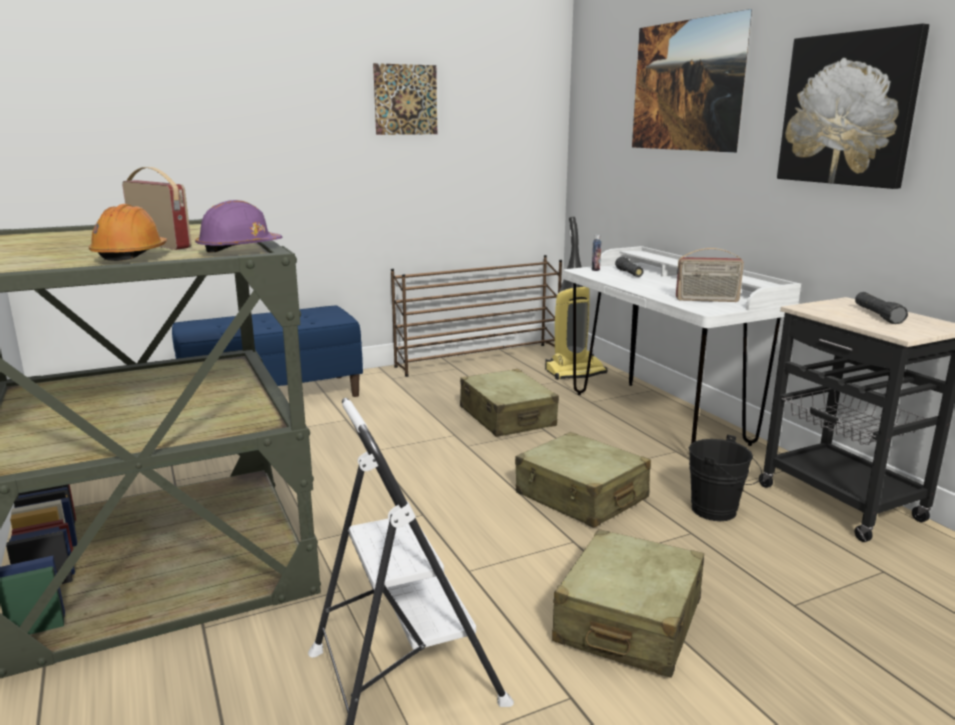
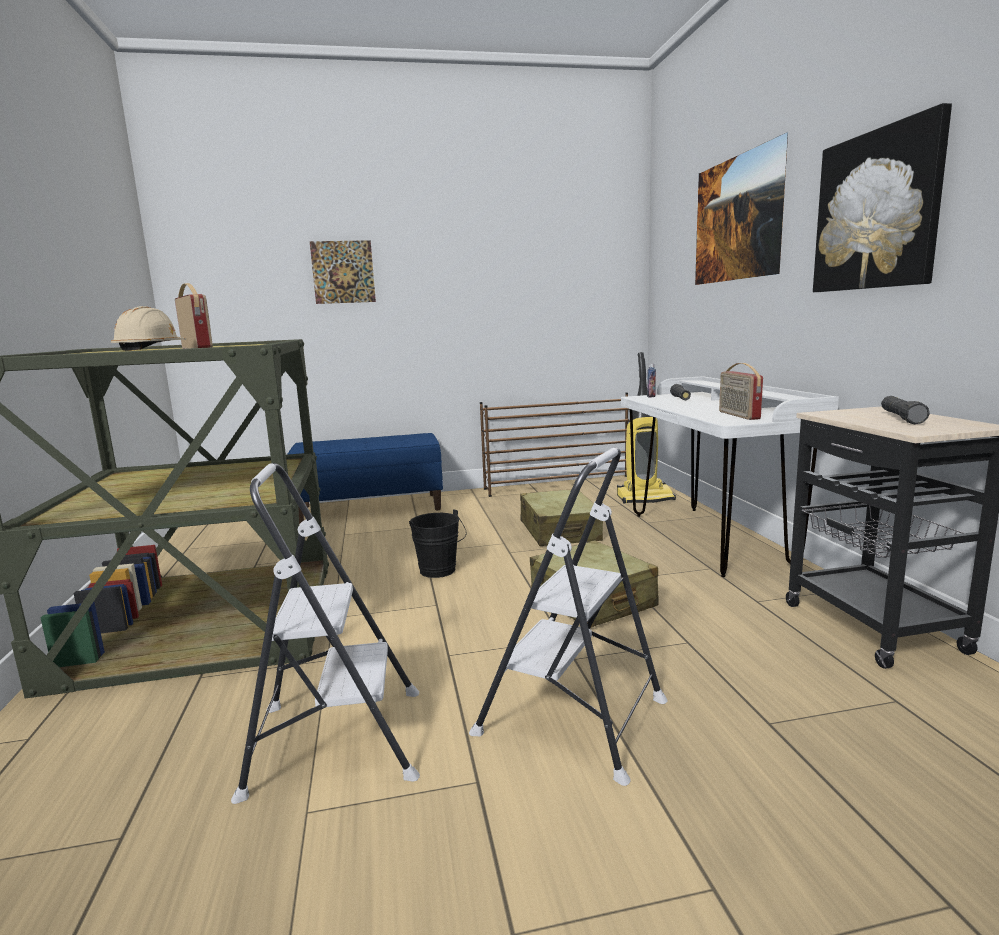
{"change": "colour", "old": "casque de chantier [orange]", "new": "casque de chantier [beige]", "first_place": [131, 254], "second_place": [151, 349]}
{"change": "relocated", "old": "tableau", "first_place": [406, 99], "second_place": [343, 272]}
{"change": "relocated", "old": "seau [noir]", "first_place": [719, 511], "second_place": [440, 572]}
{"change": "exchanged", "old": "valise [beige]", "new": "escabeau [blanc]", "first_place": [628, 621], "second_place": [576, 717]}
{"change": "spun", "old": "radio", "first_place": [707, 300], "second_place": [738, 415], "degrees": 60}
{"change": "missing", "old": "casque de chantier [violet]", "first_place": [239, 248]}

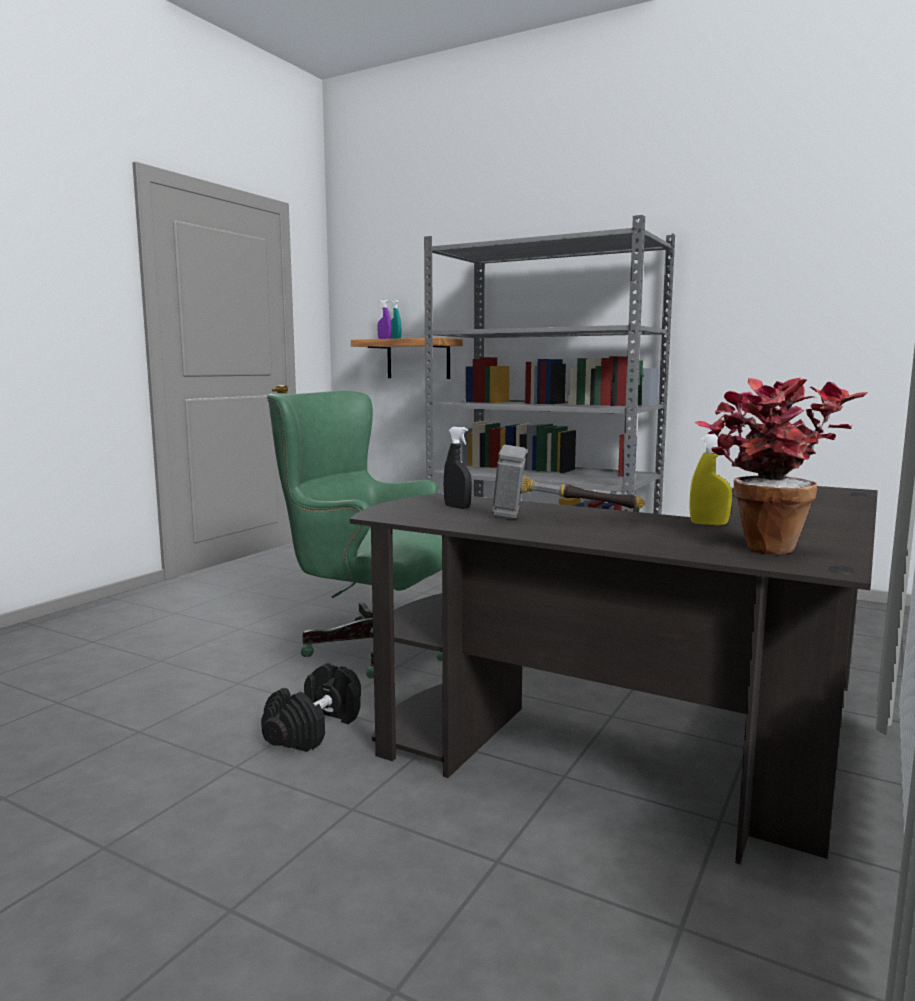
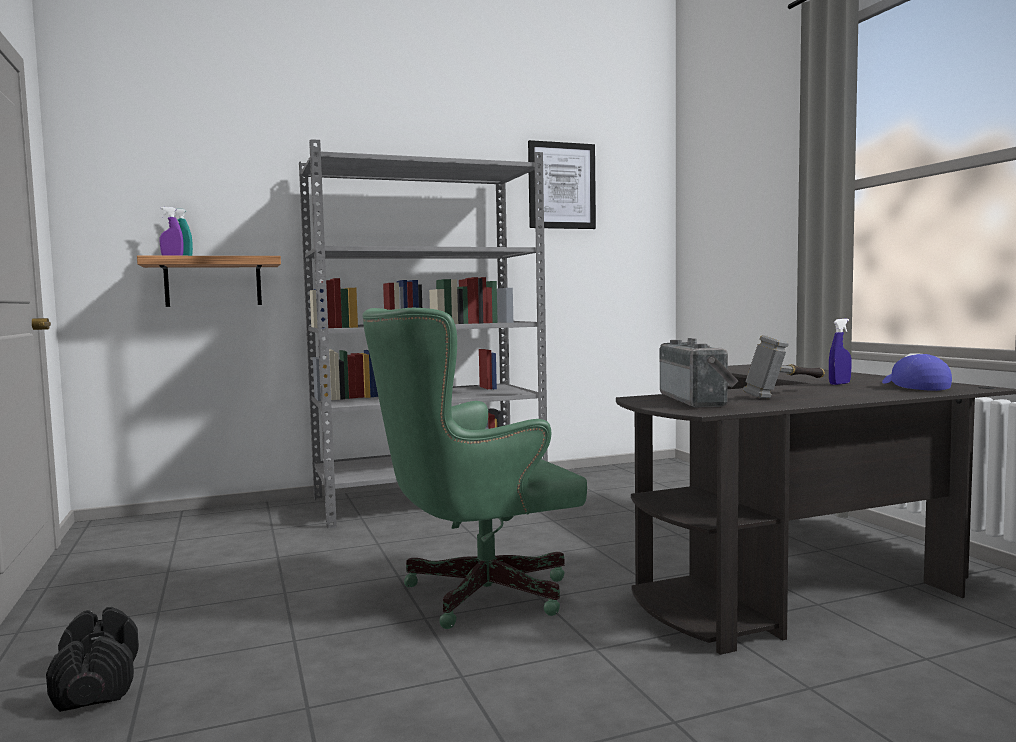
{"change": "relocated", "old": "haltère [noir]", "first_place": [314, 729], "second_place": [97, 684]}
{"change": "appeared", "new": "tableau", "second_place": [561, 186]}
{"change": "exchanged", "old": "vaporisateur [noir]", "new": "radio", "first_place": [457, 507], "second_place": [697, 400]}
{"change": "colour", "old": "vaporisateur [jaune]", "new": "vaporisateur [bleu]", "first_place": [709, 524], "second_place": [839, 384]}
{"change": "exchanged", "old": "plante en pot", "new": "casquette", "first_place": [762, 545], "second_place": [914, 386]}

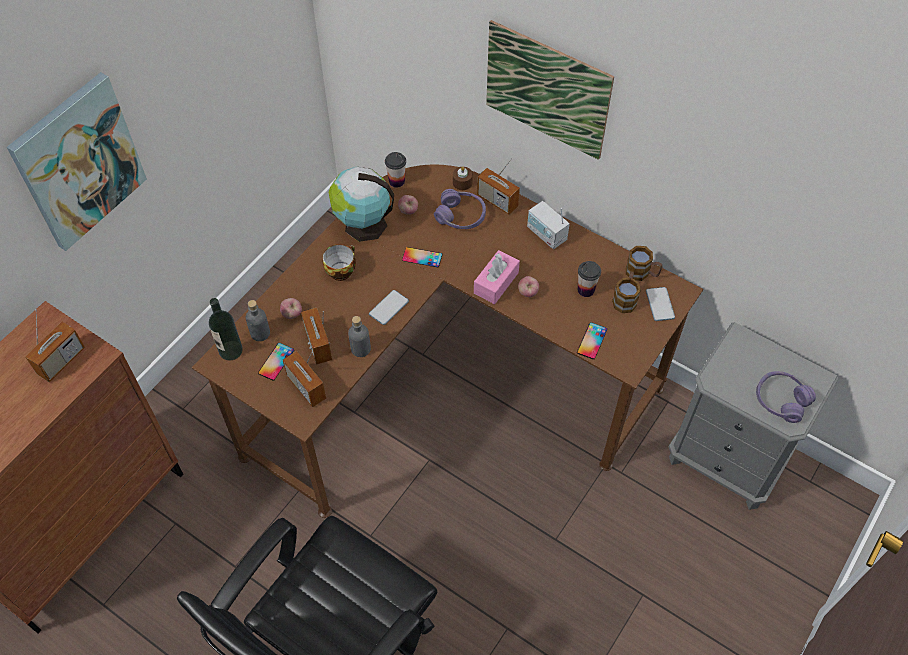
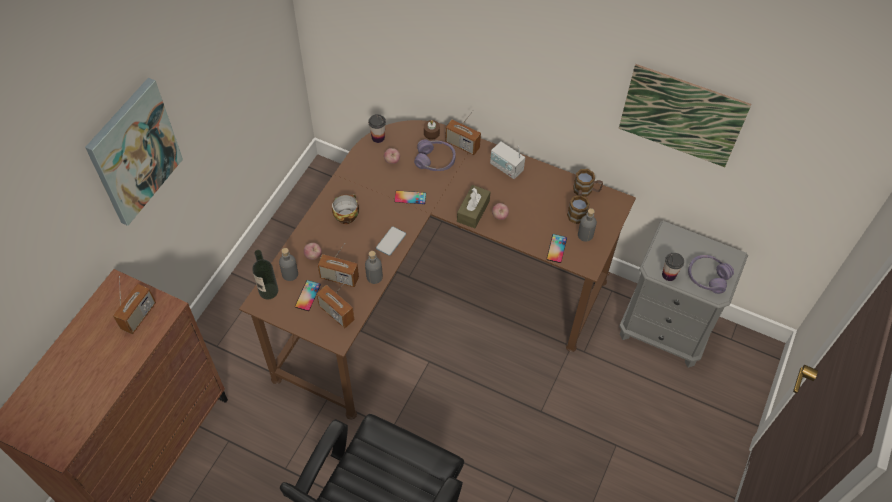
{"change": "spun", "old": "radio", "first_place": [318, 344], "second_place": [339, 278], "degrees": -45}
{"change": "colour", "old": "boîte à mouchoirs [rose]", "new": "boîte à mouchoirs [marron]", "first_place": [496, 283], "second_place": [473, 211]}
{"change": "appeared", "new": "bouteille [gris]", "second_place": [585, 235]}
{"change": "relocated", "old": "tableau", "first_place": [547, 90], "second_place": [681, 116]}
{"change": "relocated", "old": "tasse", "first_place": [586, 290], "second_place": [668, 275]}
{"change": "missing", "old": "globe", "first_place": [363, 225]}
{"change": "missing", "old": "téléphone", "first_place": [660, 304]}

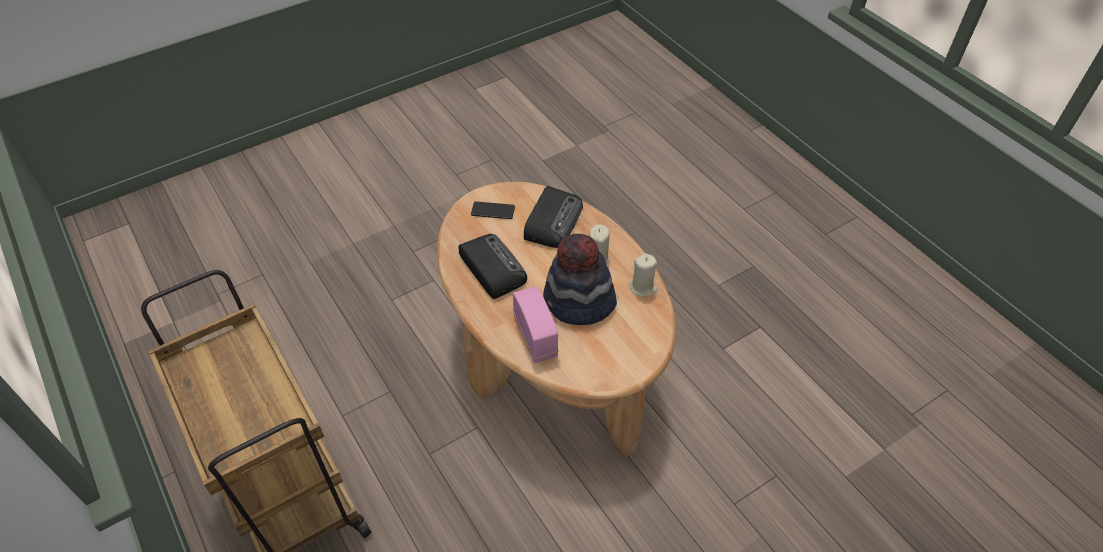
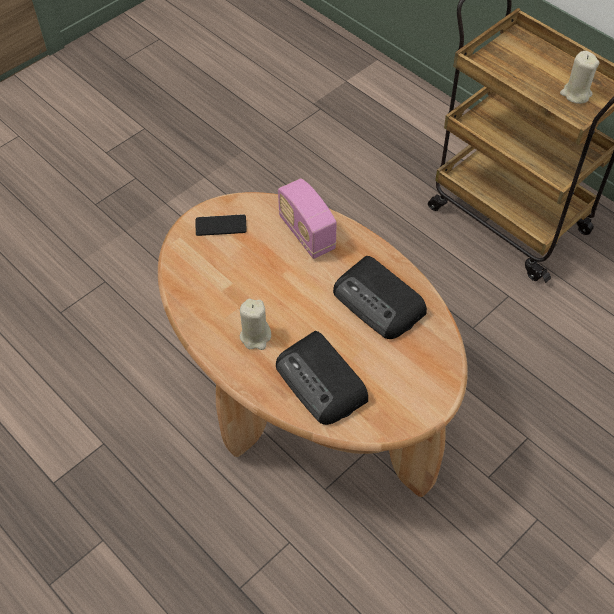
{"change": "relocated", "old": "téléphone", "first_place": [493, 211], "second_place": [221, 226]}
{"change": "spun", "old": "radio", "first_place": [553, 220], "second_place": [322, 383], "degrees": -45}
{"change": "relocated", "old": "bougie [beige]", "first_place": [643, 287], "second_place": [575, 94]}
{"change": "missing", "old": "chapeau", "first_place": [579, 302]}

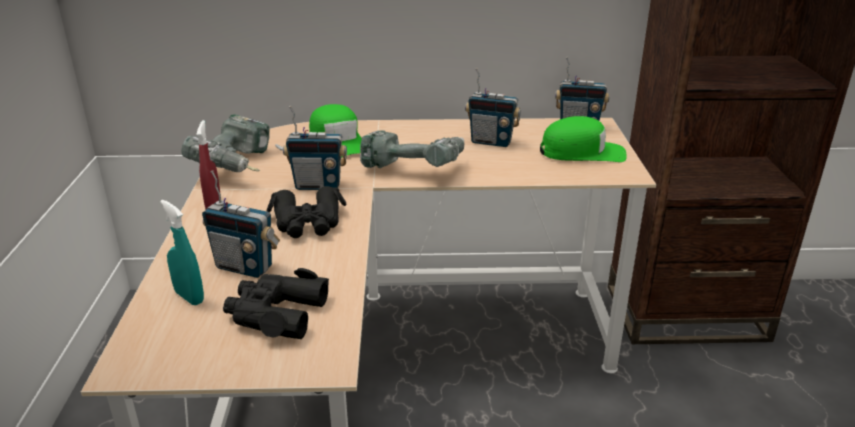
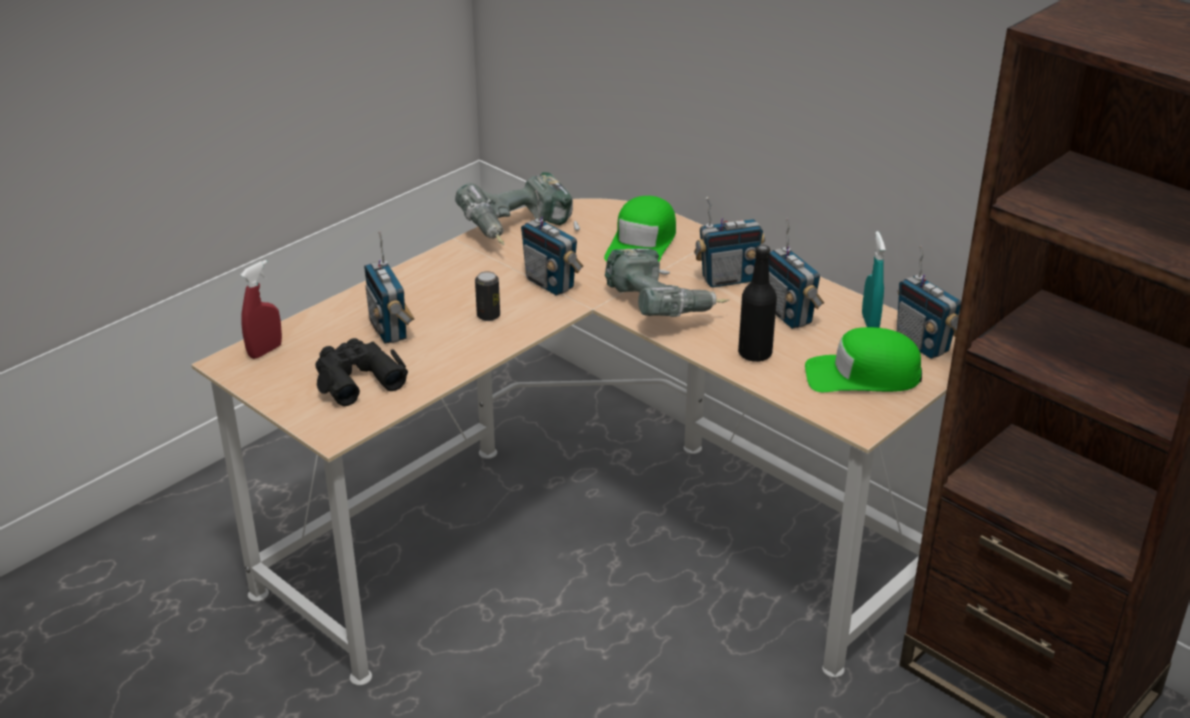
{"change": "relocated", "old": "vaporisateur [rouge]", "first_place": [213, 204], "second_place": [265, 351]}
{"change": "exchanged", "old": "jumelles [noir]", "new": "boîte métallique", "first_place": [308, 222], "second_place": [488, 315]}
{"change": "appeared", "new": "radio", "second_place": [727, 279]}
{"change": "appeared", "new": "bouteille [noir]", "second_place": [755, 354]}
{"change": "spun", "old": "casquette [vert]", "first_place": [582, 152], "second_place": [862, 375], "degrees": 135}
{"change": "relocated", "old": "vaporisateur [turquoise]", "first_place": [189, 297], "second_place": [870, 322]}

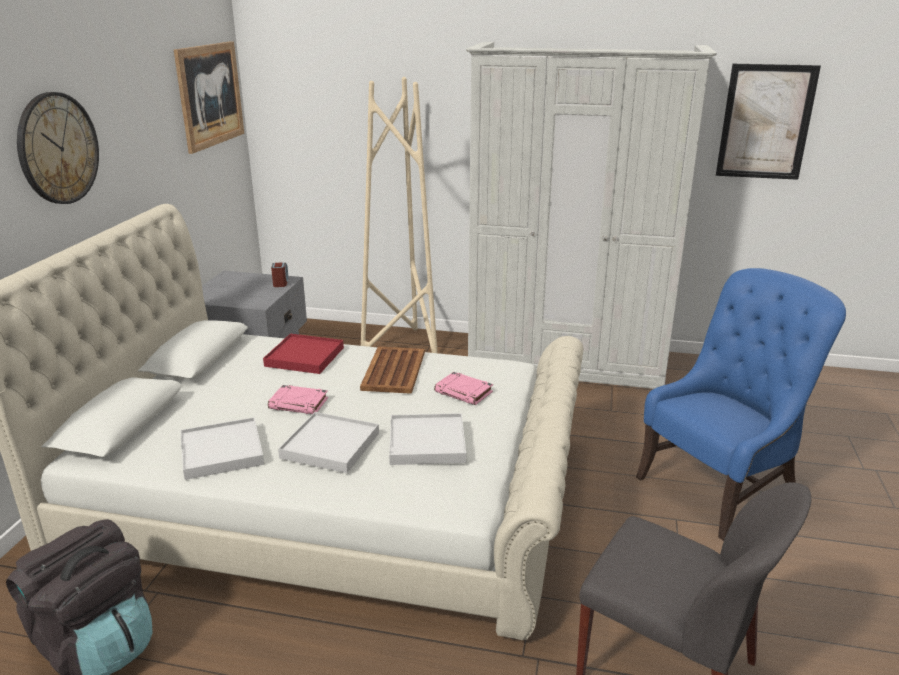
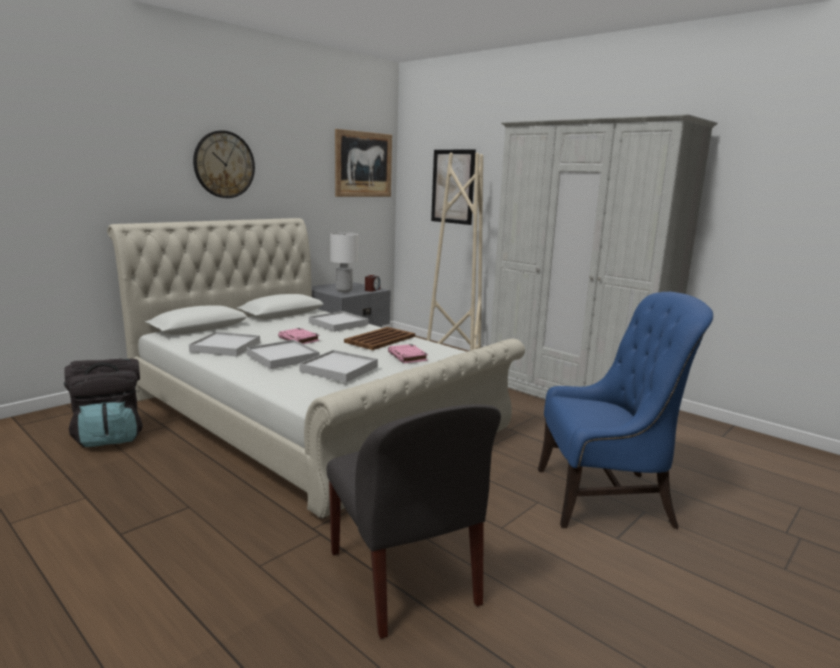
{"change": "colour", "old": "plateau [rouge]", "new": "plateau [blanc]", "first_place": [305, 357], "second_place": [338, 324]}
{"change": "appeared", "new": "lampe de table [blanc]", "second_place": [344, 291]}
{"change": "relocated", "old": "tableau", "first_place": [765, 122], "second_place": [453, 186]}

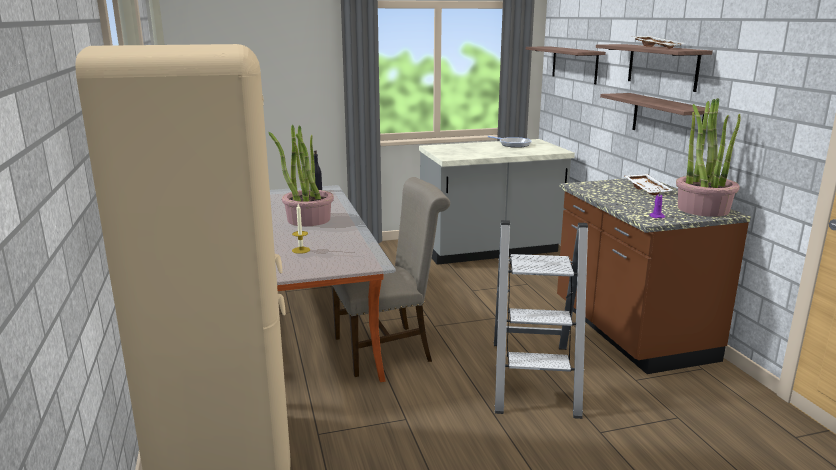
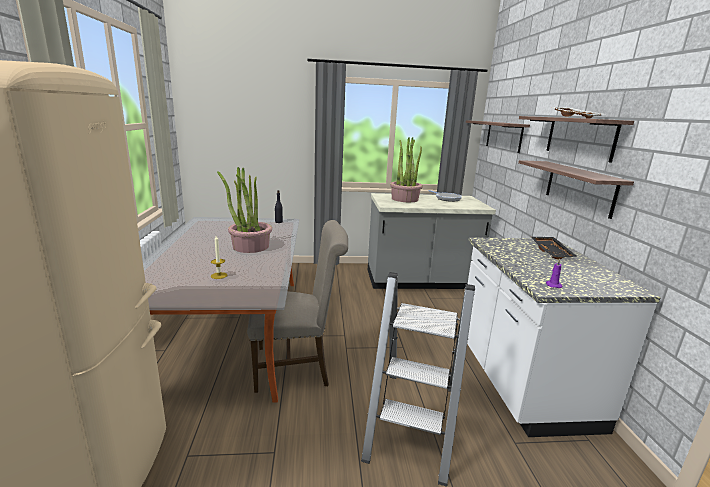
{"change": "relocated", "old": "plante en pot", "first_place": [702, 209], "second_place": [405, 199]}
{"change": "colour", "old": "comptoir de cuisine [marron]", "new": "comptoir de cuisine [blanc]", "first_place": [630, 333], "second_place": [521, 382]}
{"change": "colour", "old": "plateau [blanc]", "new": "plateau [noir]", "first_place": [648, 189], "second_place": [552, 252]}

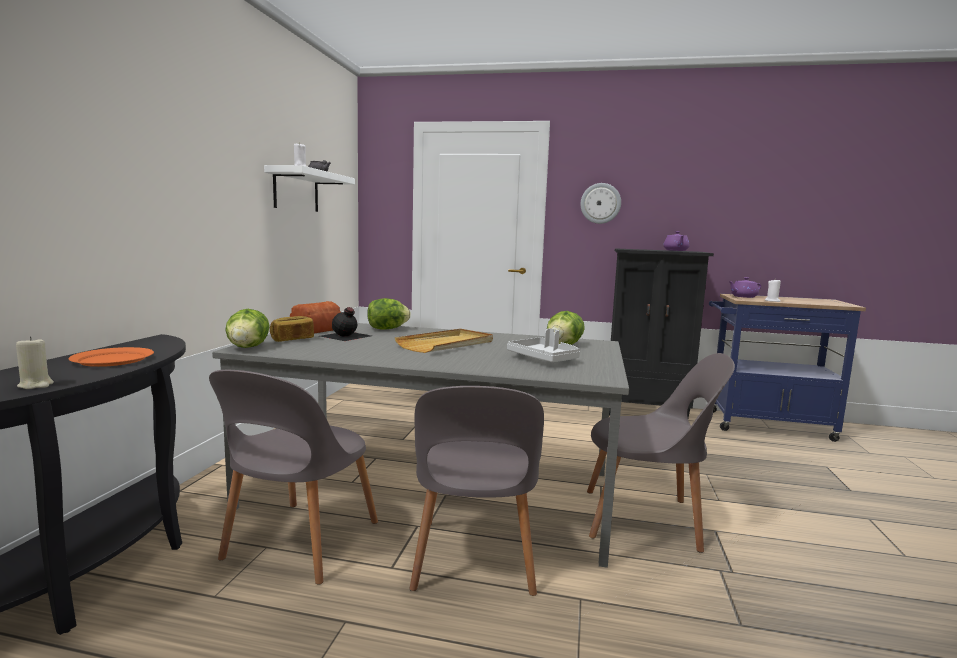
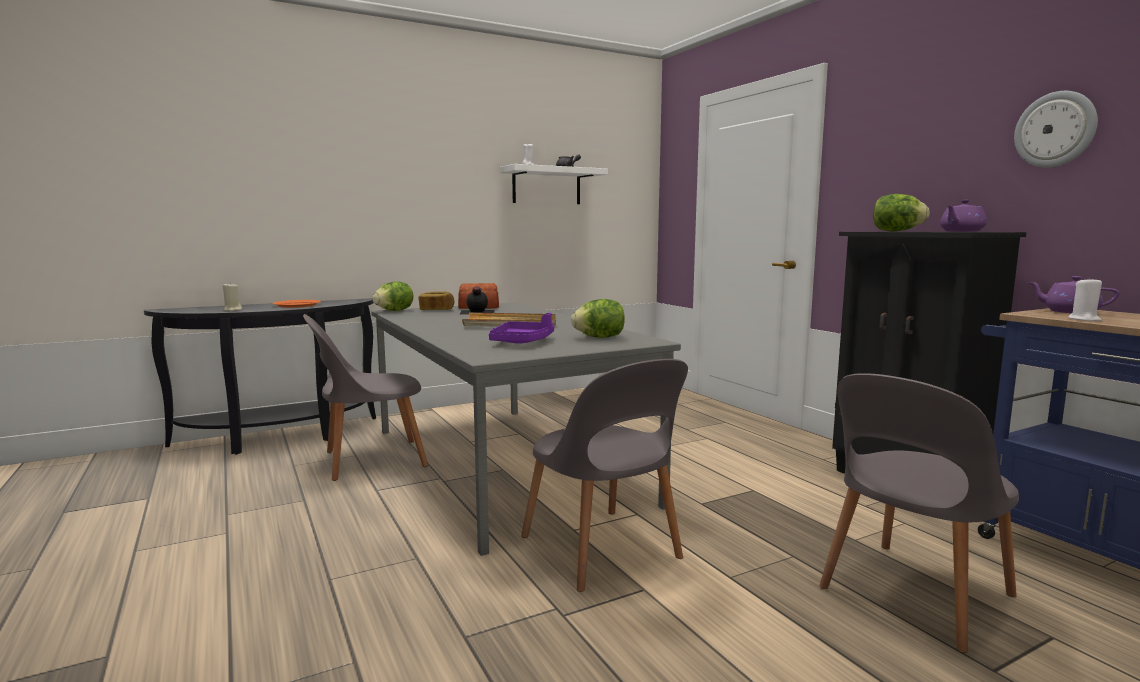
{"change": "colour", "old": "plateau [gris]", "new": "plateau [violet]", "first_place": [544, 359], "second_place": [523, 342]}
{"change": "relocated", "old": "chaise [gris]", "first_place": [473, 560], "second_place": [912, 595]}
{"change": "relocated", "old": "laitue", "first_place": [387, 329], "second_place": [896, 231]}
{"change": "relocated", "old": "horloge murale", "first_place": [600, 203], "second_place": [1055, 130]}

